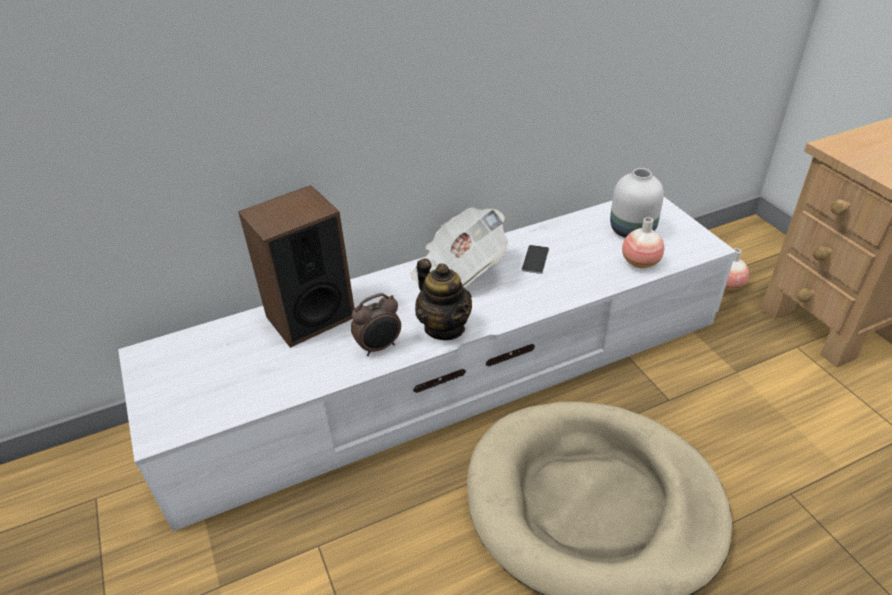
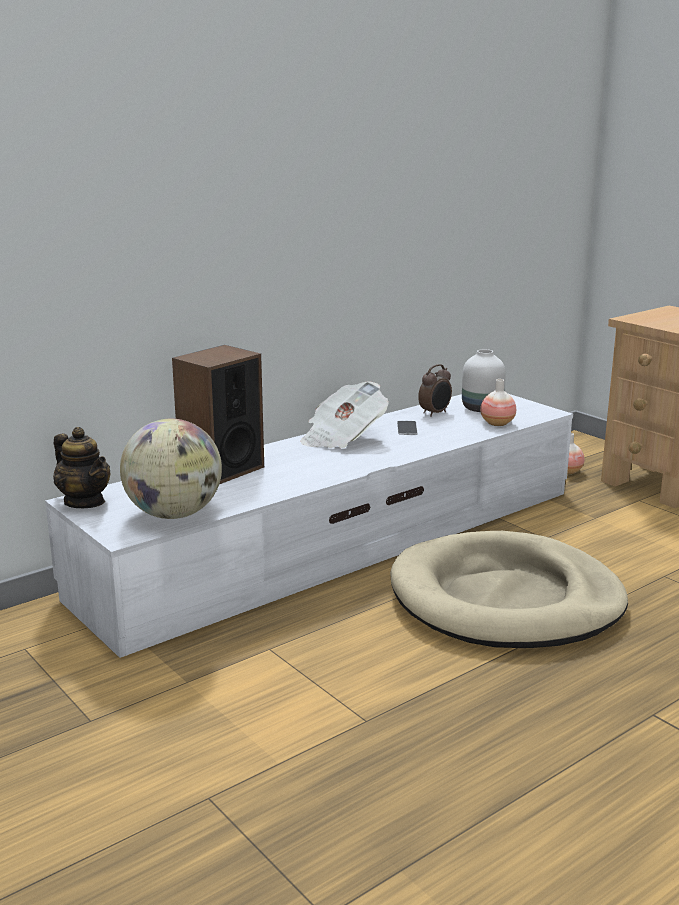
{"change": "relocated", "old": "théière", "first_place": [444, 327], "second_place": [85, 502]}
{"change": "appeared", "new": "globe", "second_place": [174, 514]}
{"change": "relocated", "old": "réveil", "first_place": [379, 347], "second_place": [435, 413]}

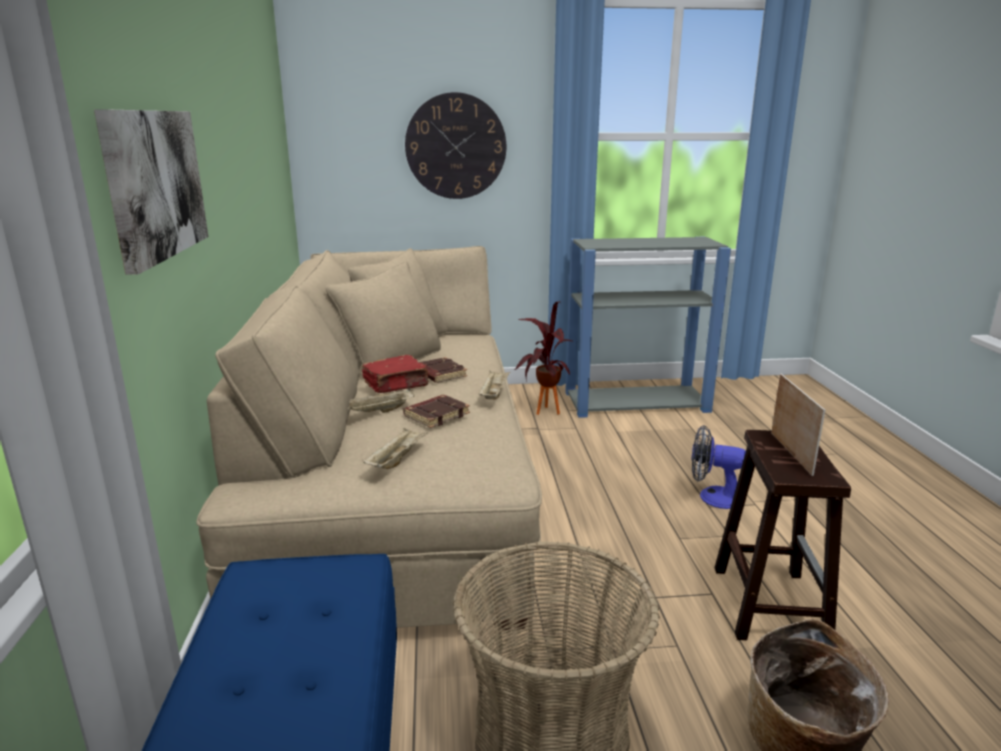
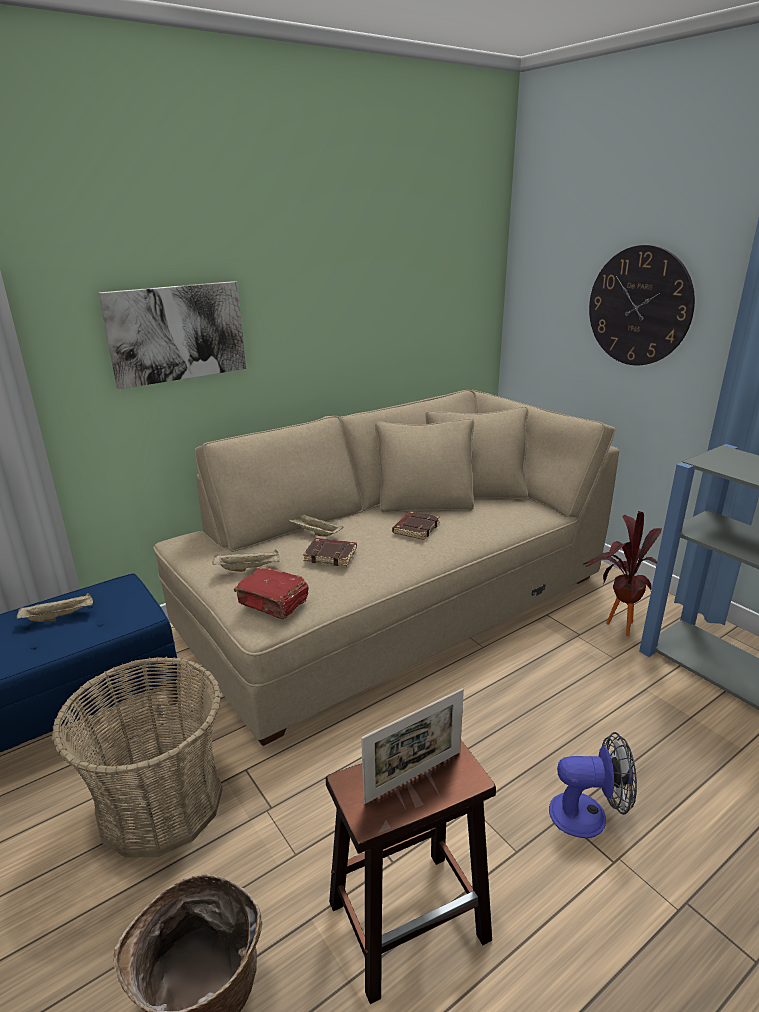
{"change": "relocated", "old": "plateau [beige]", "first_place": [494, 394], "second_place": [60, 616]}
{"change": "relocated", "old": "livre [rouge]", "first_place": [396, 385], "second_place": [273, 602]}
{"change": "spun", "old": "ventilateur", "first_place": [713, 497], "second_place": [588, 814], "degrees": 105}

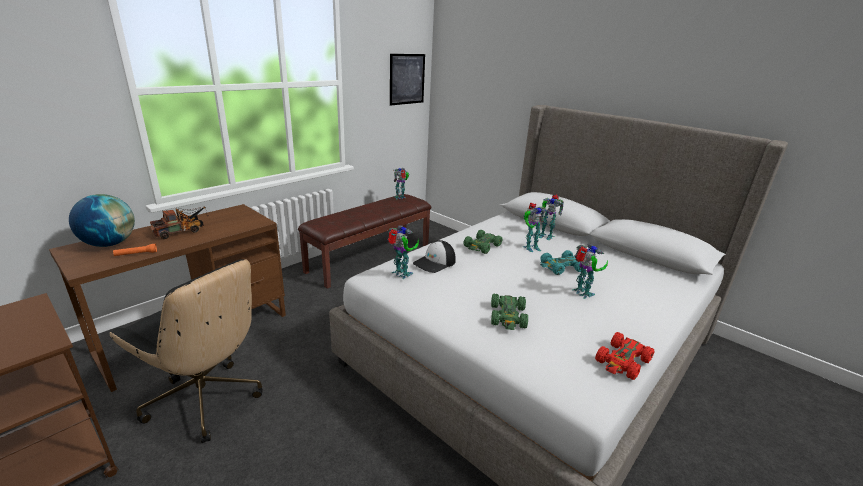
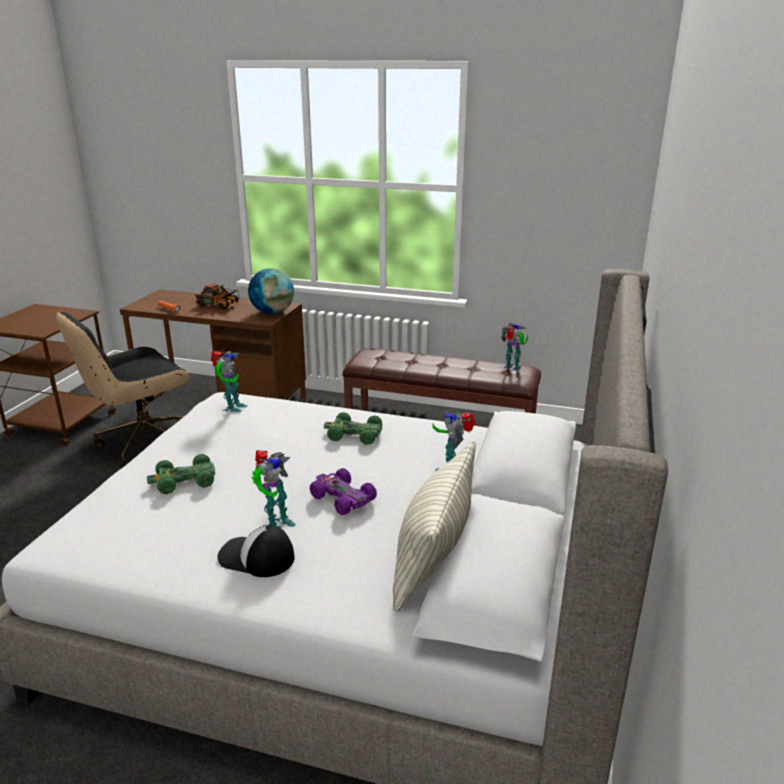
{"change": "spun", "old": "chaise de bureau [noir]", "first_place": [207, 403], "second_place": [142, 445], "degrees": 45}
{"change": "relocated", "old": "casquette", "first_place": [435, 263], "second_place": [256, 557]}
{"change": "relocated", "old": "globe", "first_place": [109, 244], "second_place": [272, 312]}
{"change": "colour", "old": "petite voiture [turquoise]", "new": "petite voiture [violet]", "first_place": [561, 267], "second_place": [342, 498]}
{"change": "appeared", "new": "coussin", "second_place": [434, 557]}
{"change": "missing", "old": "tableau", "first_place": [407, 79]}
{"change": "missing", "old": "robot jouet", "first_place": [530, 247]}
{"change": "missing", "old": "petite voiture [rouge]", "first_place": [622, 362]}

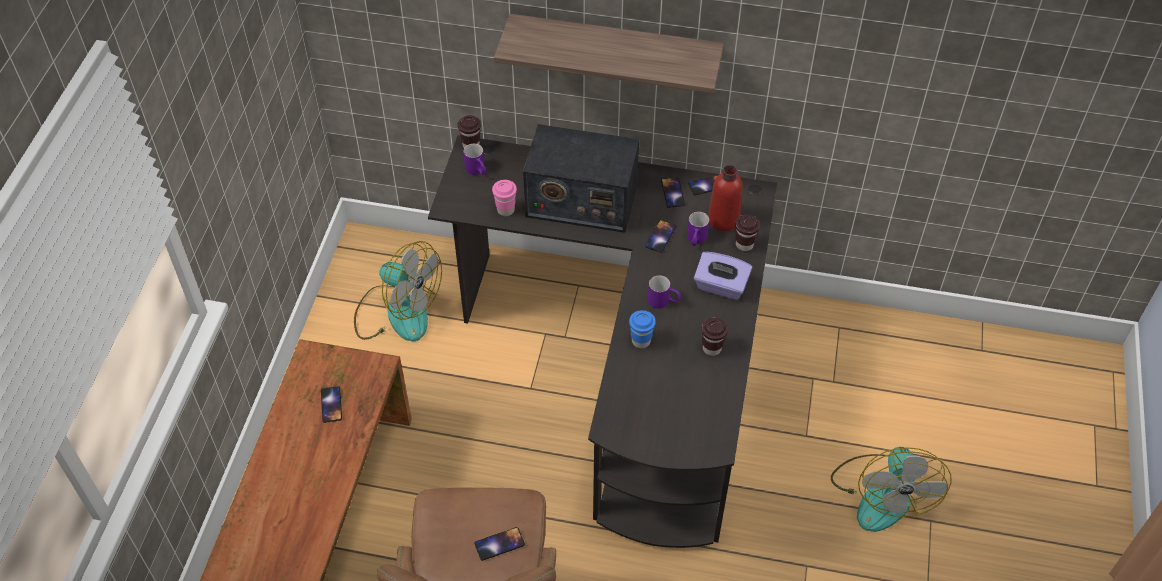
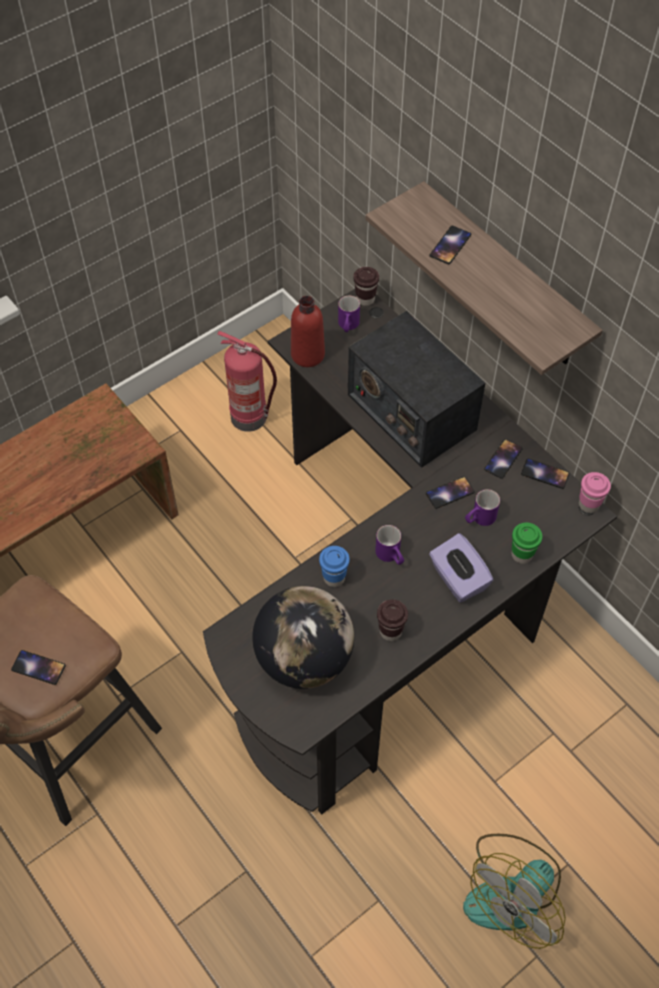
{"change": "exchanged", "old": "ventilateur", "new": "extincteur", "first_place": [397, 312], "second_place": [251, 417]}
{"change": "appeared", "new": "globe", "second_place": [304, 658]}
{"change": "relocated", "old": "bouteille [rouge]", "first_place": [723, 220], "second_place": [307, 355]}
{"change": "relocated", "old": "téléphone", "first_place": [331, 404], "second_place": [450, 245]}
{"change": "colour", "old": "tasse [marron]", "new": "tasse [vert]", "first_place": [744, 244], "second_place": [522, 555]}
{"change": "relocated", "old": "tasse [rose]", "first_place": [505, 210], "second_place": [588, 504]}

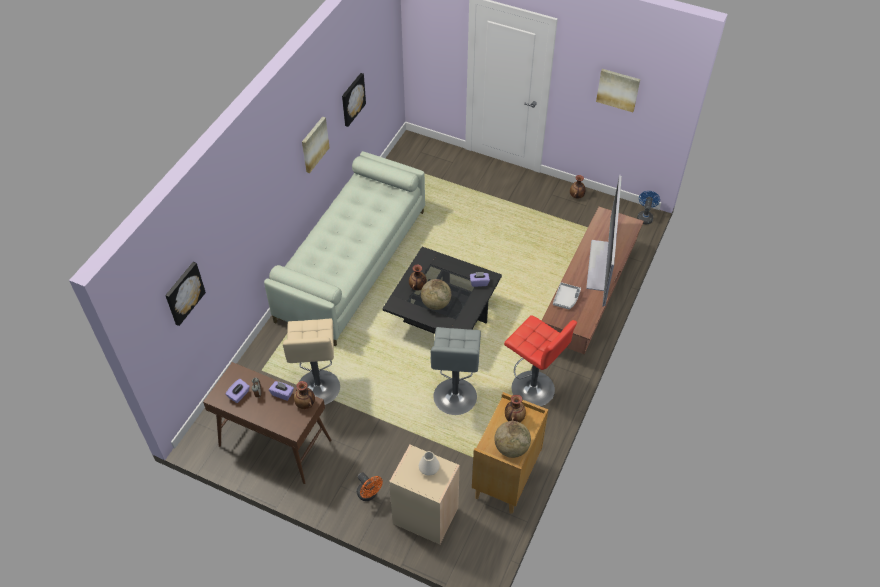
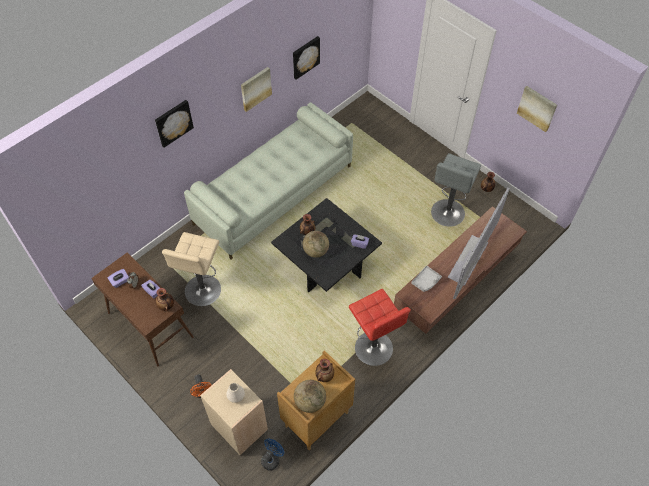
{"change": "relocated", "old": "tableau", "first_place": [183, 293], "second_place": [173, 122]}
{"change": "relocated", "old": "ventilateur [bleu]", "first_place": [645, 216], "second_place": [272, 459]}
{"change": "relocated", "old": "tabouret [gris]", "first_place": [454, 397], "second_place": [447, 213]}

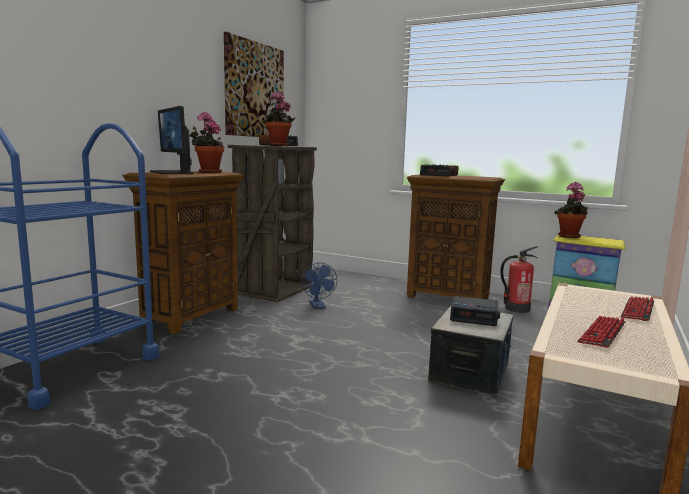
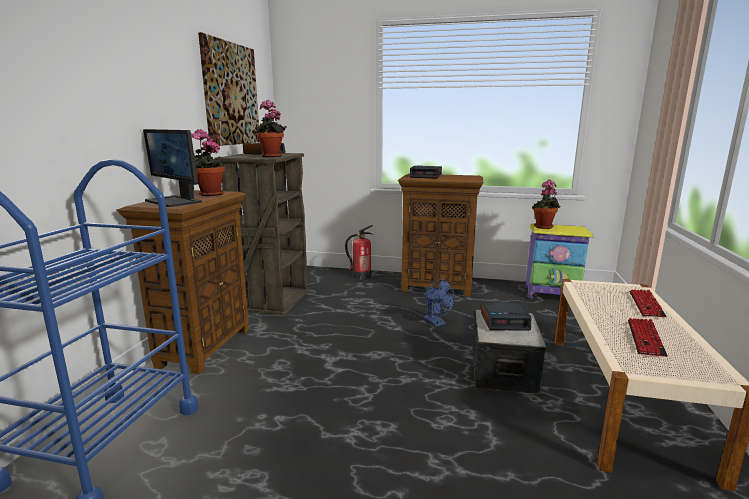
{"change": "relocated", "old": "extincteur", "first_place": [516, 309], "second_place": [361, 276]}
{"change": "relocated", "old": "ventilateur [bleu]", "first_place": [318, 307], "second_place": [436, 323]}

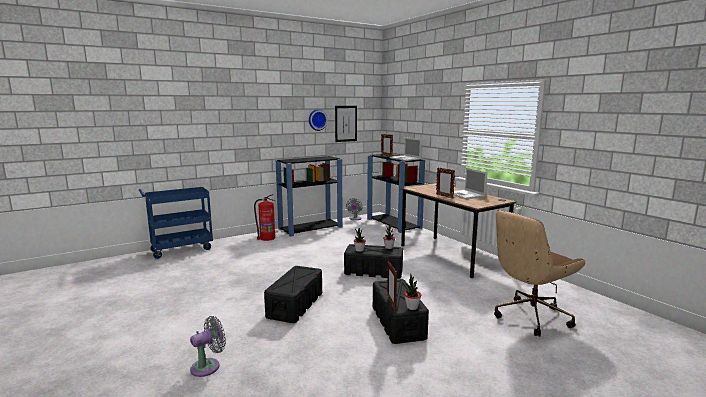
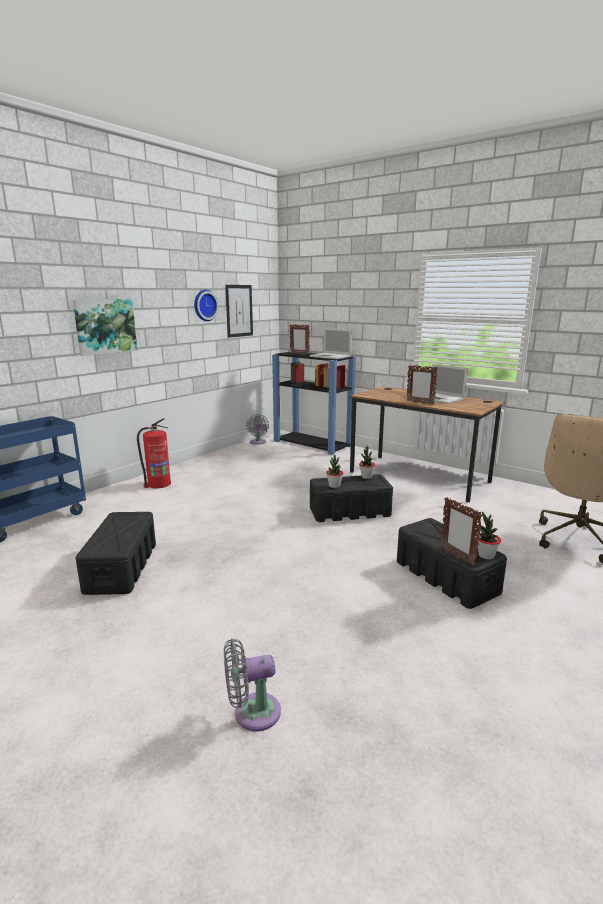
{"change": "appeared", "new": "tableau", "second_place": [105, 326]}
{"change": "relocated", "old": "boîte de rangement [noir]", "first_place": [295, 305], "second_place": [122, 567]}
{"change": "spun", "old": "ventilateur [gris]", "first_place": [208, 366], "second_place": [252, 713], "degrees": -135}
{"change": "missing", "old": "bibliothèque [noir]", "first_place": [311, 228]}

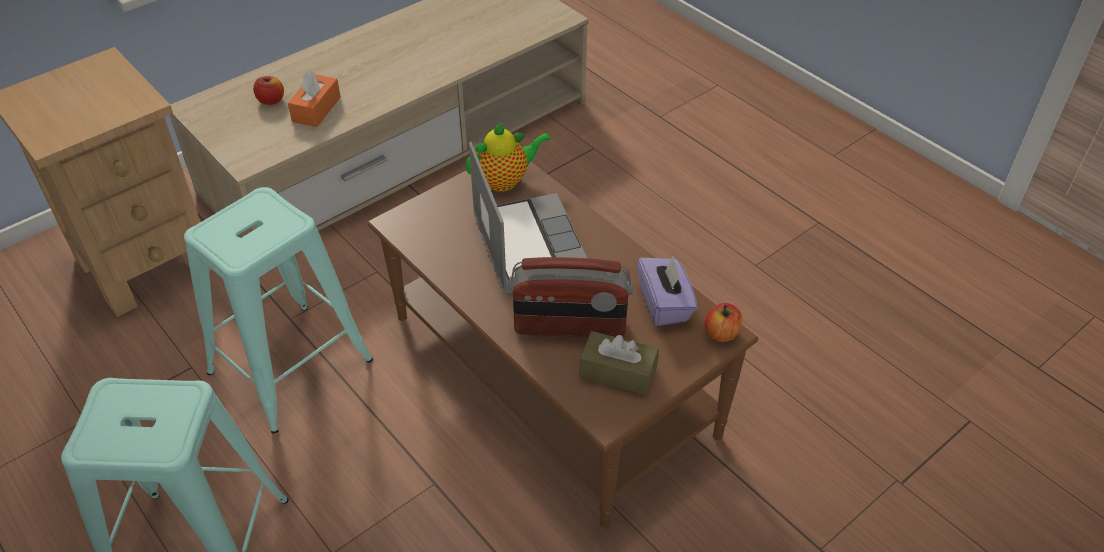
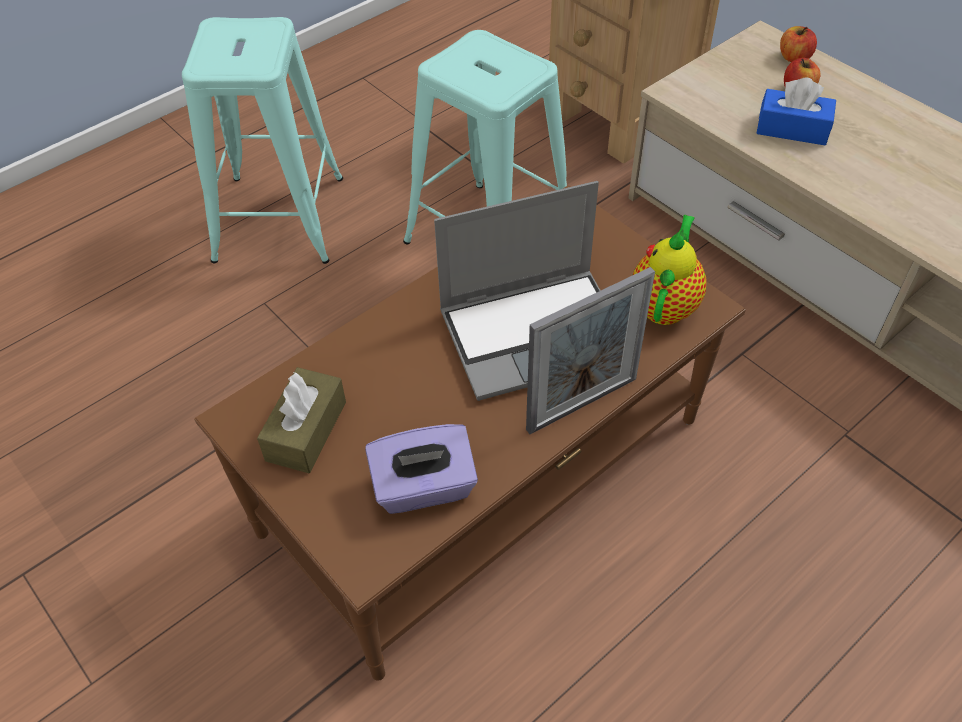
{"change": "appeared", "new": "cadre photo", "second_place": [582, 404]}
{"change": "spun", "old": "théière", "first_place": [505, 180], "second_place": [665, 304], "degrees": -135}
{"change": "colour", "old": "boîte à mouchoirs [orange]", "new": "boîte à mouchoirs [bleu]", "first_place": [316, 109], "second_place": [792, 129]}
{"change": "relocated", "old": "pomme", "first_place": [721, 333], "second_place": [794, 58]}
{"change": "missing", "old": "radio", "first_place": [570, 326]}

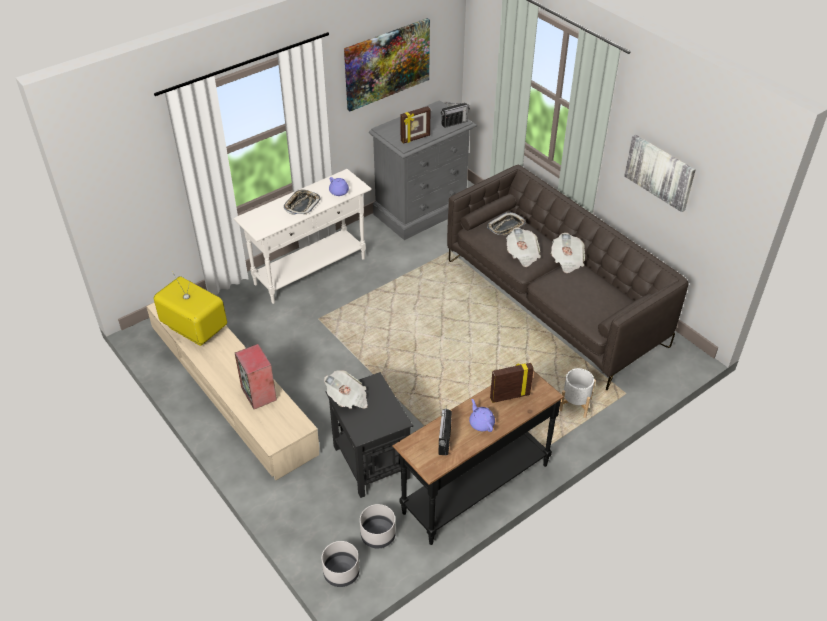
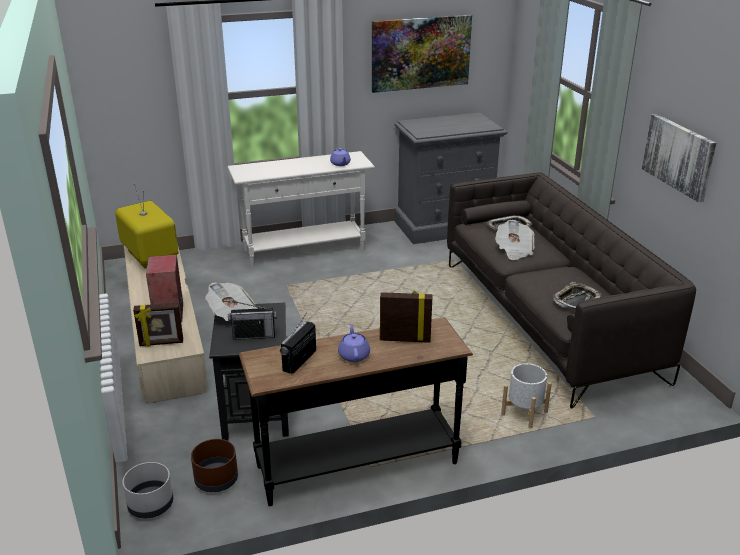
{"change": "relocated", "old": "cadre photo", "first_place": [415, 138], "second_place": [161, 343]}
{"change": "colour", "old": "cache-pot [gris]", "new": "cache-pot [marron]", "first_place": [377, 535], "second_place": [216, 480]}
{"change": "relocated", "old": "radio", "first_place": [454, 123], "second_place": [254, 335]}
{"change": "relocated", "old": "plateau", "first_place": [302, 205], "second_place": [576, 300]}
{"change": "missing", "old": "journal", "first_place": [567, 261]}

